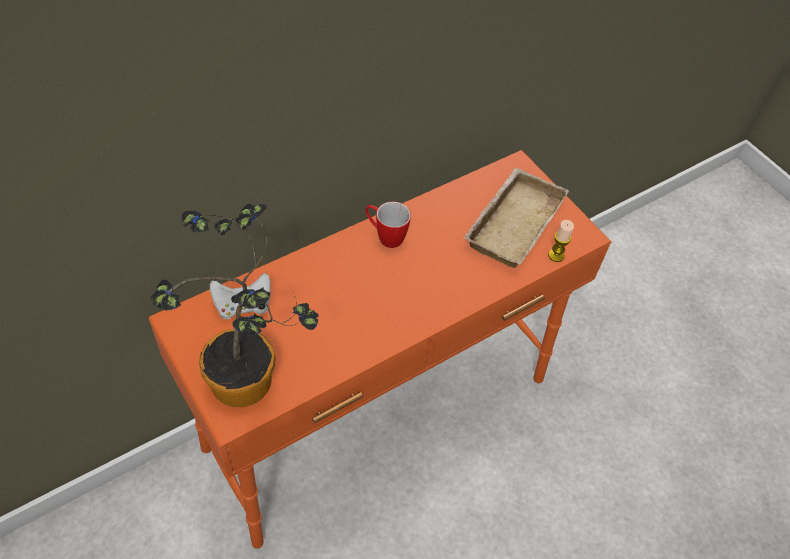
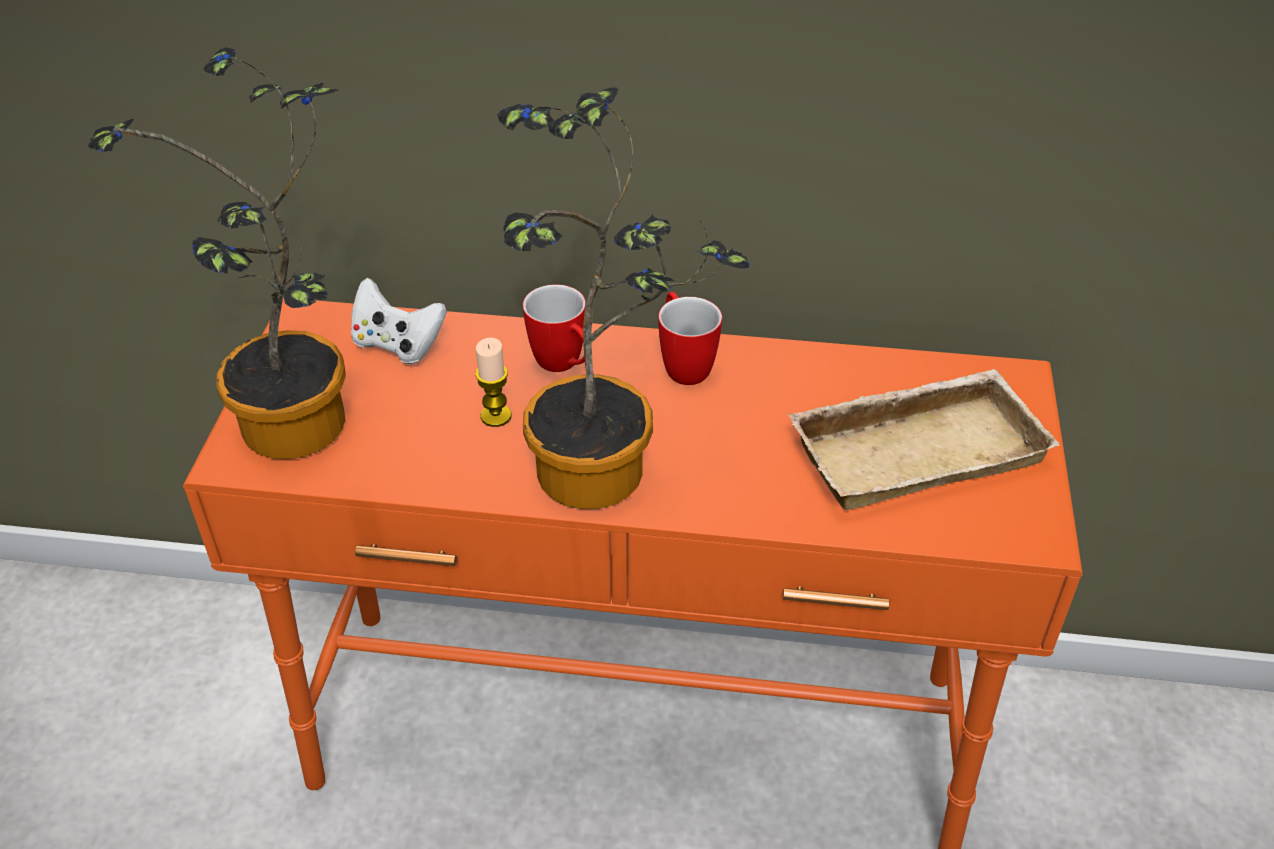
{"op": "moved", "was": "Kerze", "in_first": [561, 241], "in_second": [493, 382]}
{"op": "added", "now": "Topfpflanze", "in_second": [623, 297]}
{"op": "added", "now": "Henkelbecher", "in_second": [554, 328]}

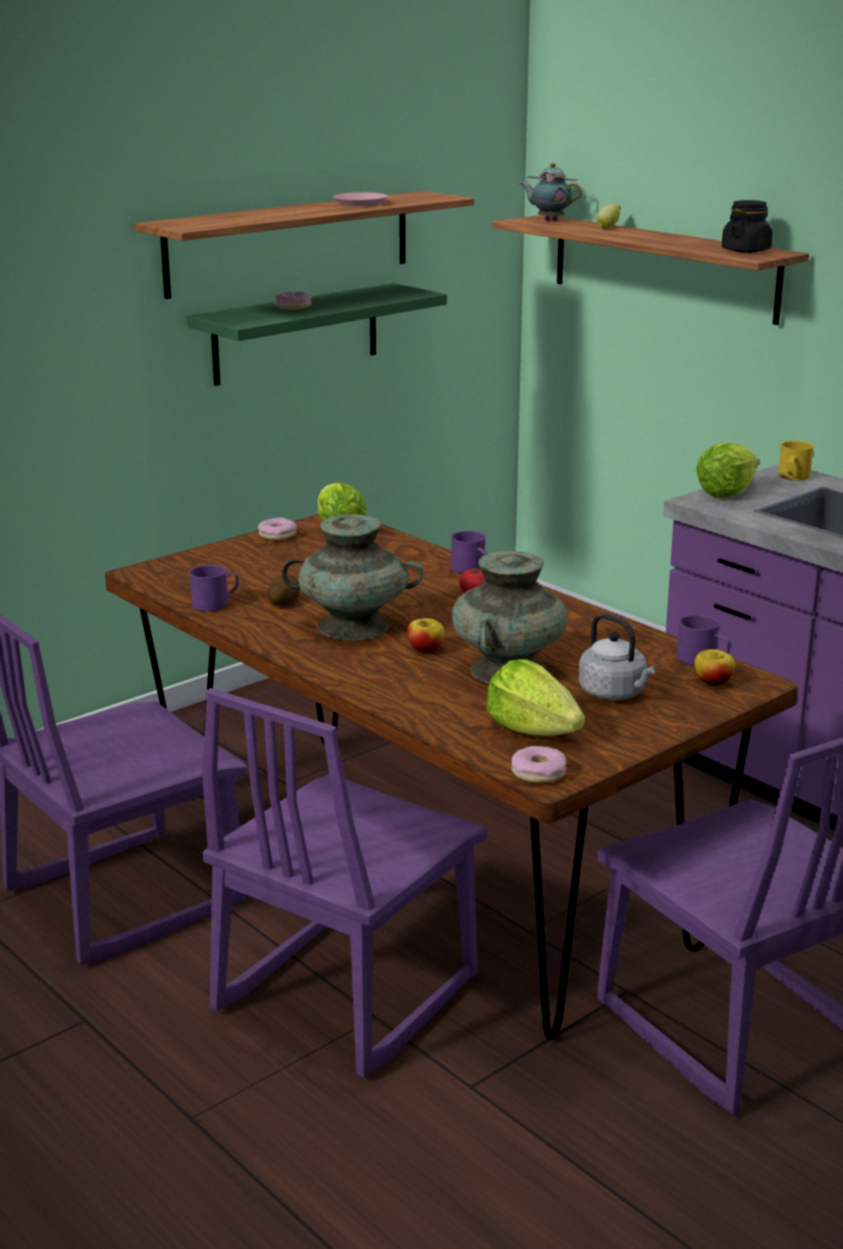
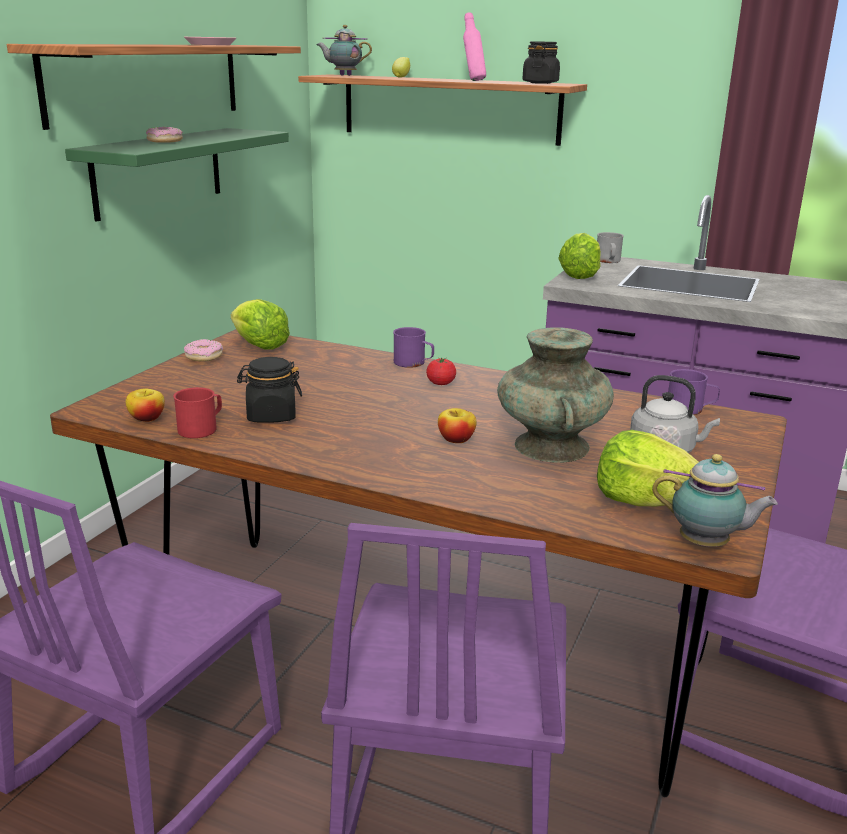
{"op": "moved", "was": "Apfel", "in_first": [714, 667], "in_second": [145, 405]}
{"op": "recoloured", "was": "Henkelbecher [lila]", "now": "Henkelbecher [rot]", "in_first": [213, 588], "in_second": [197, 412]}
{"op": "replaced", "was": "Kartoffel", "now": "Vorratsglas [schwarz]", "in_first": [283, 590], "in_second": [269, 390]}
{"op": "added", "now": "Flasche [rosa]", "in_second": [474, 47]}
{"op": "recoloured", "was": "Henkelbecher [gelb]", "now": "Henkelbecher [grau]", "in_first": [796, 460], "in_second": [610, 247]}
{"op": "replaced", "was": "Donut", "now": "Teekanne", "in_first": [539, 765], "in_second": [715, 500]}
{"op": "removed", "was": "Vase [türkis]", "in_first": [353, 577]}

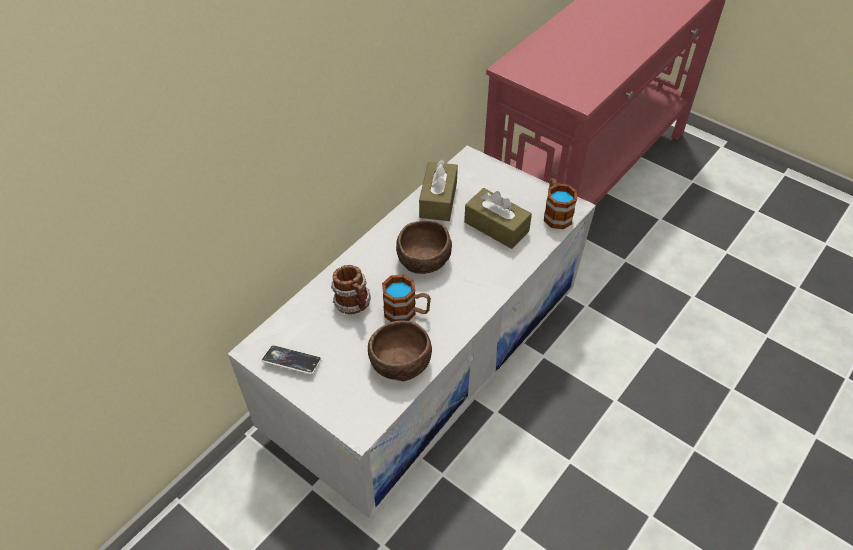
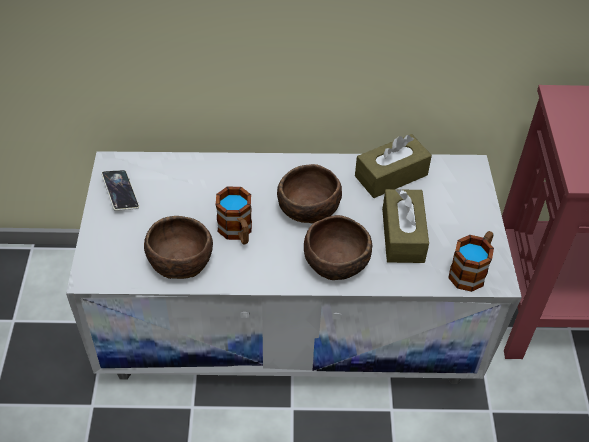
{"op": "added", "now": "Schüssel [braun]", "in_second": [338, 247]}
{"op": "removed", "was": "Henkelbecher", "in_first": [351, 289]}

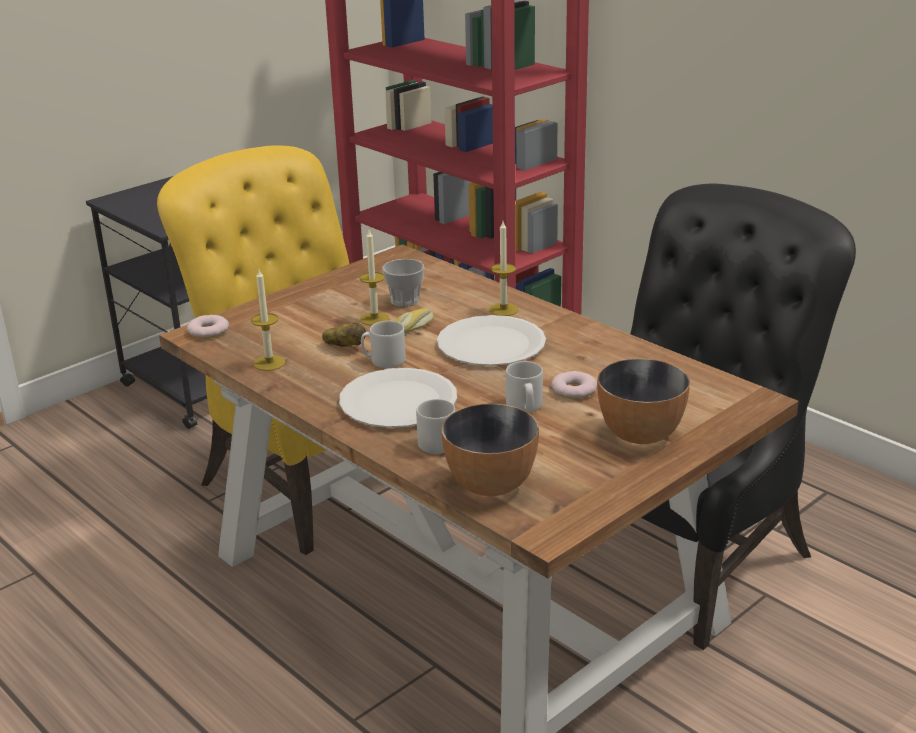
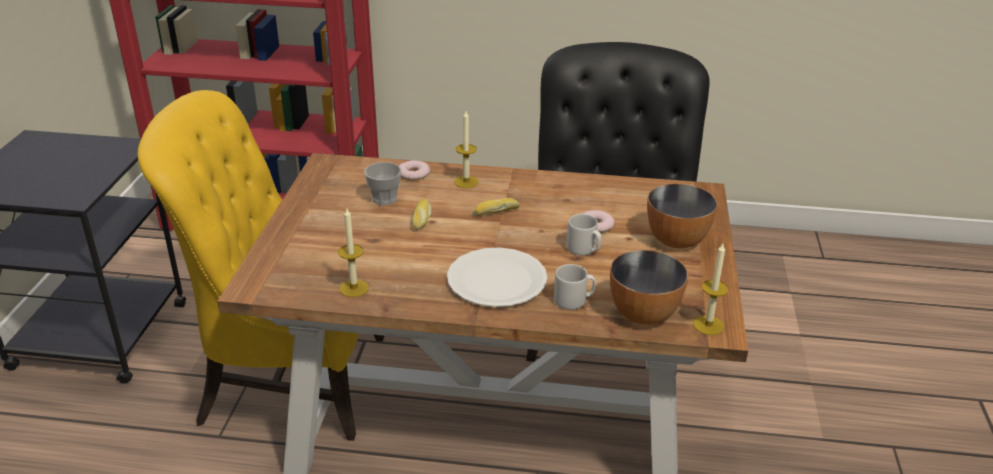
{"op": "moved", "was": "Donut", "in_first": [208, 326], "in_second": [414, 170]}
{"op": "replaced", "was": "Teller [weiß]", "now": "Brot", "in_first": [491, 340], "in_second": [496, 207]}
{"op": "moved", "was": "Kerze", "in_first": [374, 278], "in_second": [711, 289]}
{"op": "removed", "was": "Kartoffel", "in_first": [344, 334]}
{"op": "removed", "was": "Henkelbecher [grau]", "in_first": [383, 344]}

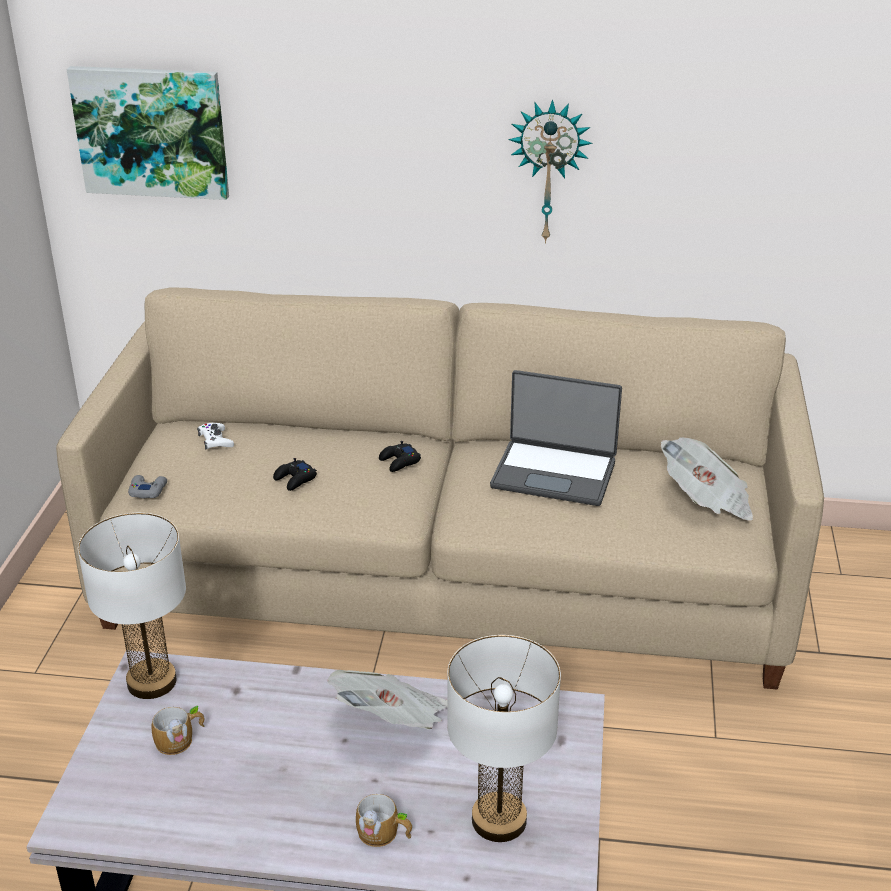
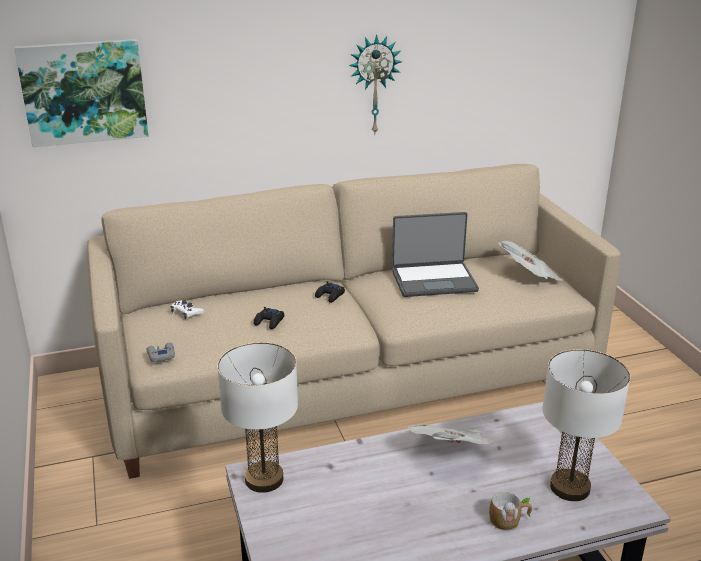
{"op": "removed", "was": "Henkelbecher", "in_first": [178, 730]}

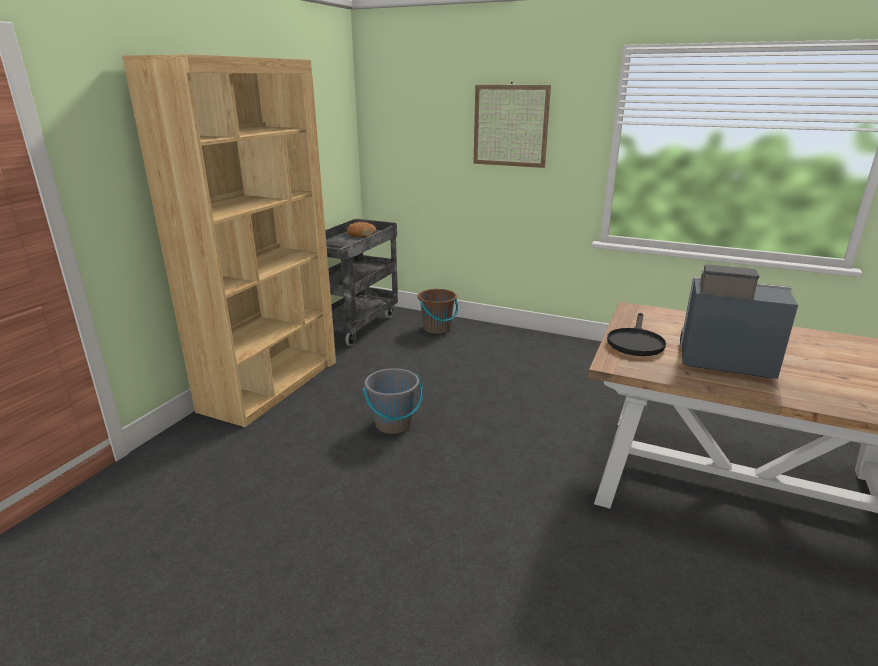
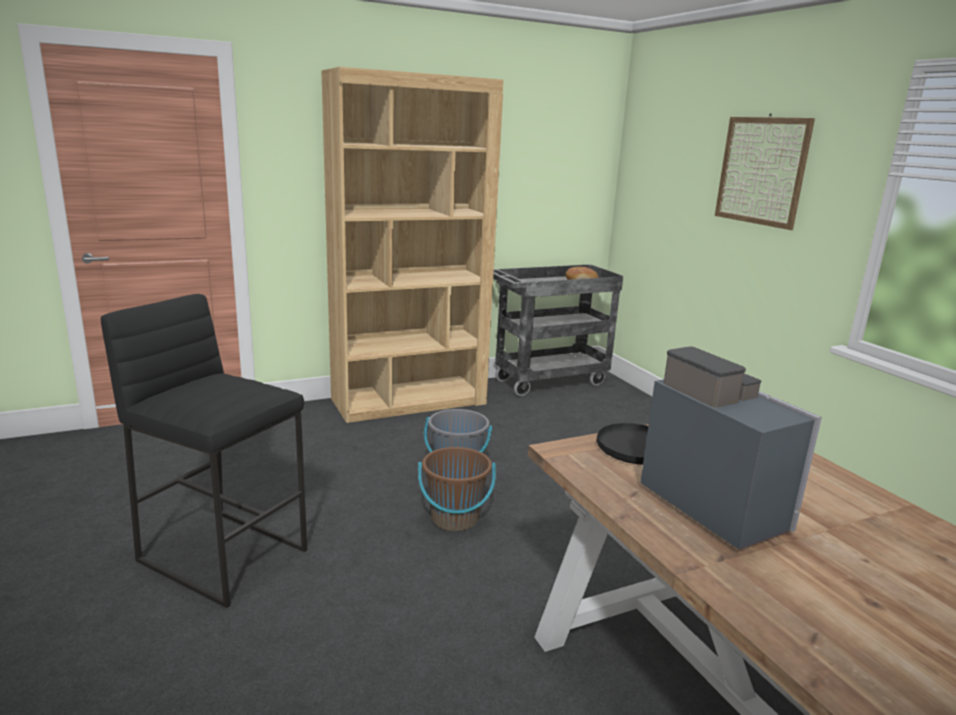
{"op": "added", "now": "Hocker [schwarz]", "in_second": [204, 451]}
{"op": "moved", "was": "Eimer [braun]", "in_first": [438, 311], "in_second": [457, 489]}

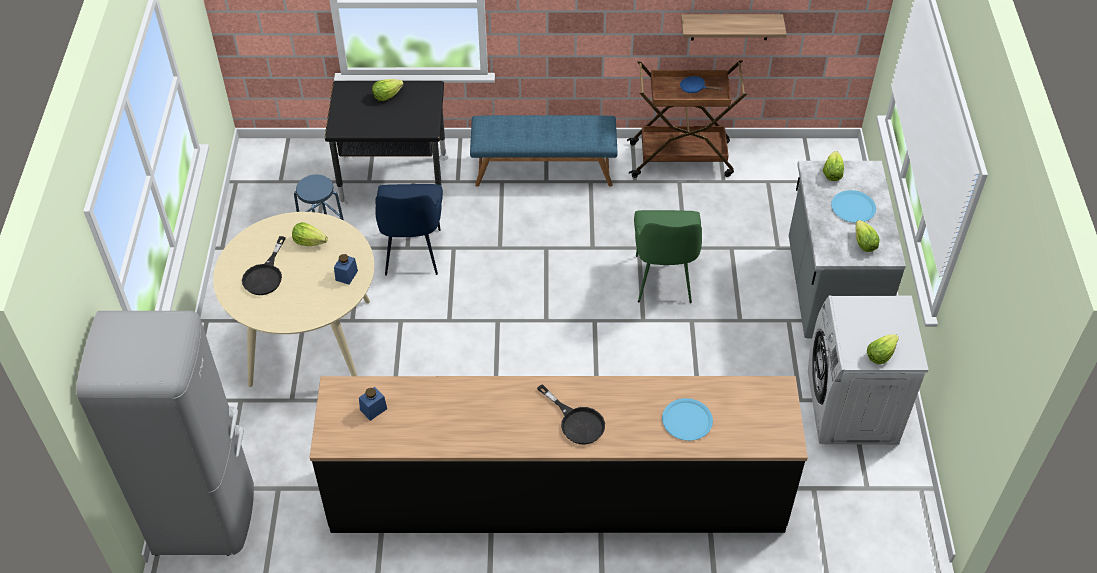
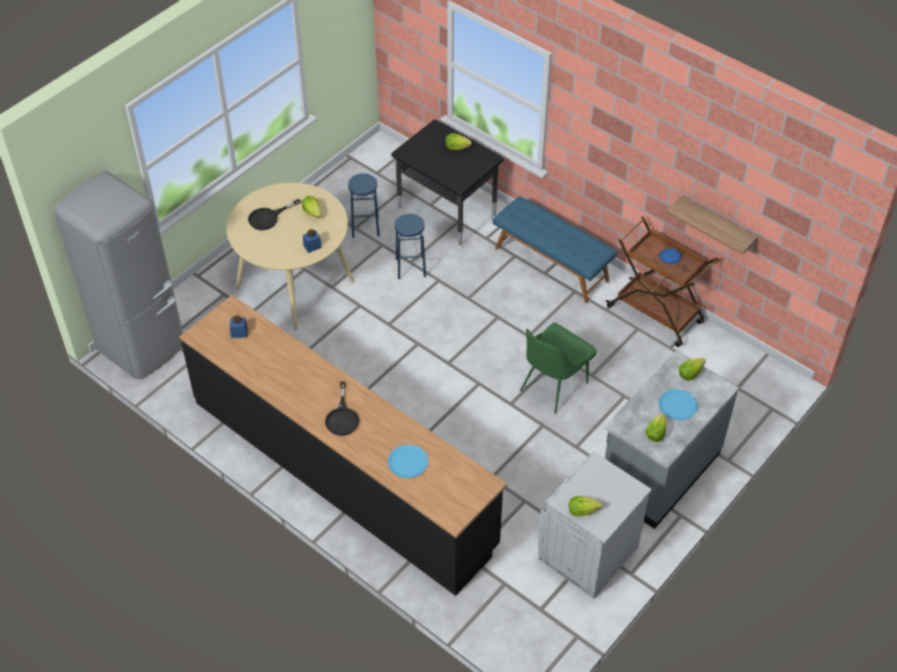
{"op": "replaced", "was": "Stuhl [blau]", "now": "Hocker [blau]", "in_first": [409, 230], "in_second": [410, 246]}

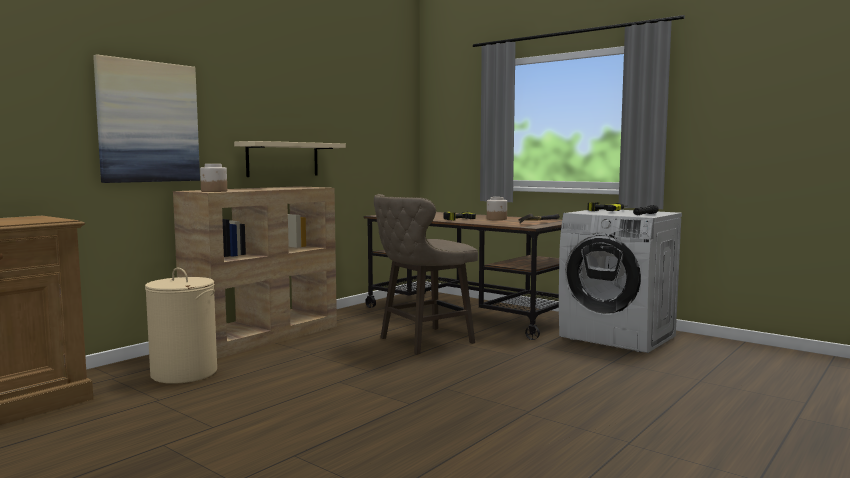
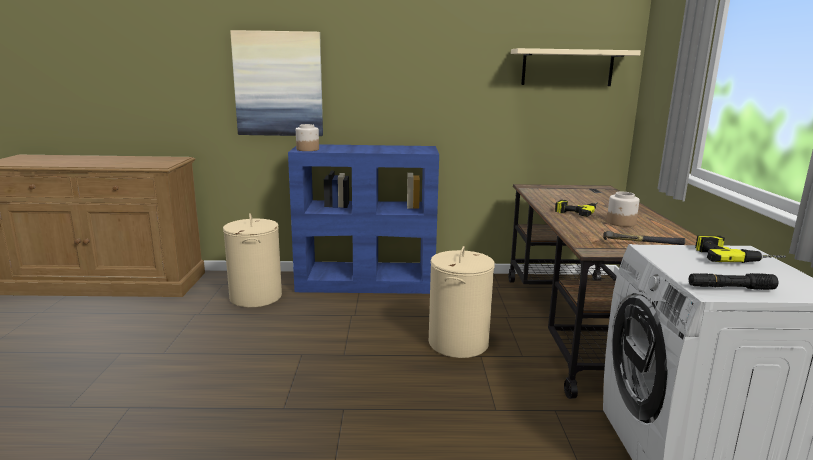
{"op": "recoloured", "was": "Bücherregal [braun]", "now": "Bücherregal [blau]", "in_first": [255, 272], "in_second": [363, 219]}
{"op": "replaced", "was": "Hocker [beige]", "now": "Wäschekorb [beige]", "in_first": [426, 274], "in_second": [462, 302]}
{"op": "moved", "was": "Wandregal [beige]", "in_first": [290, 159], "in_second": [576, 67]}

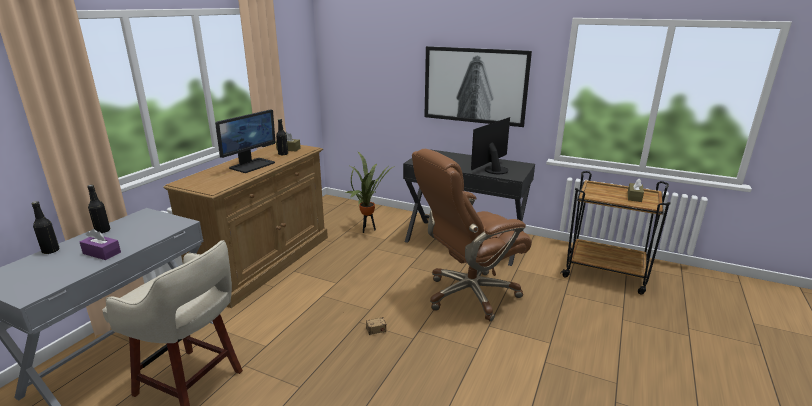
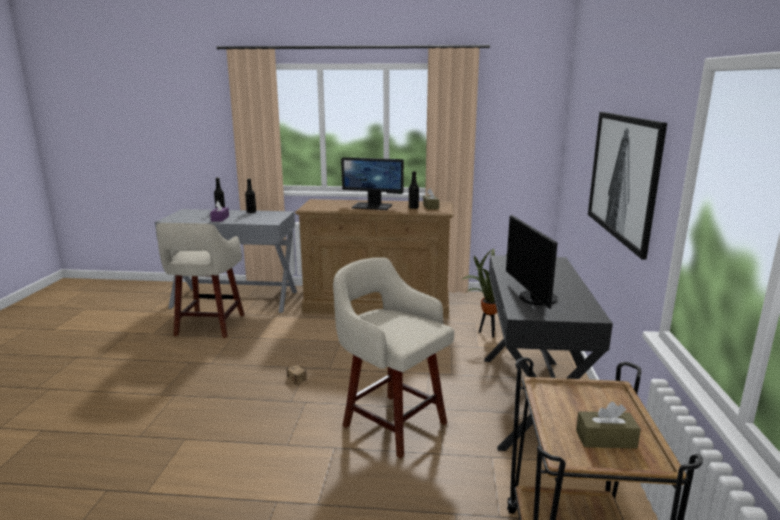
{"op": "replaced", "was": "Bürostuhl [braun]", "now": "Hocker [beige]", "in_first": [472, 235], "in_second": [393, 358]}
{"op": "turned", "was": "Monitor", "in_first": [490, 145], "in_second": [532, 262], "clockwise": -120}

